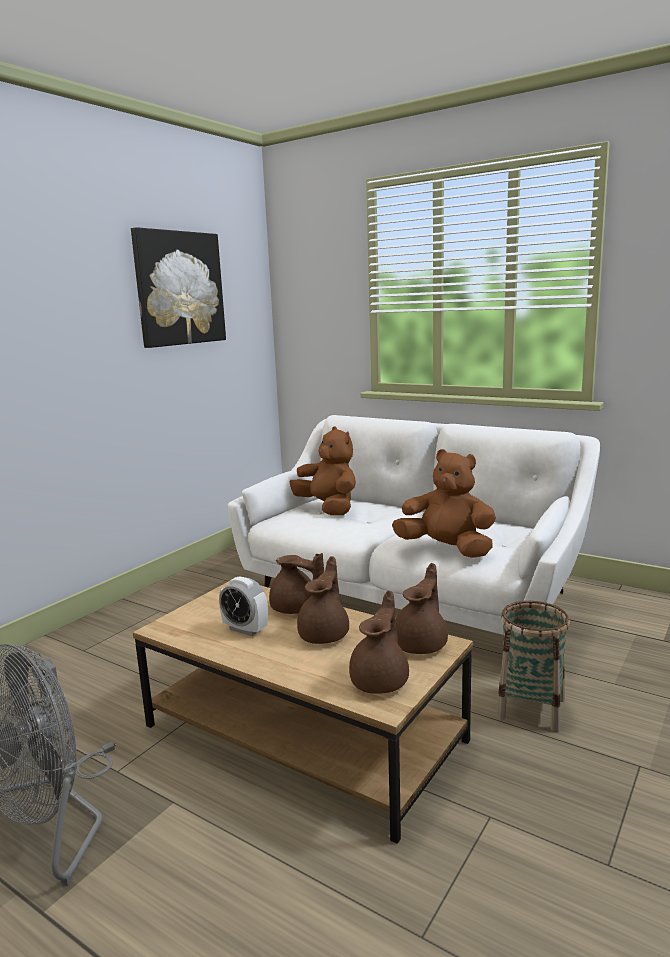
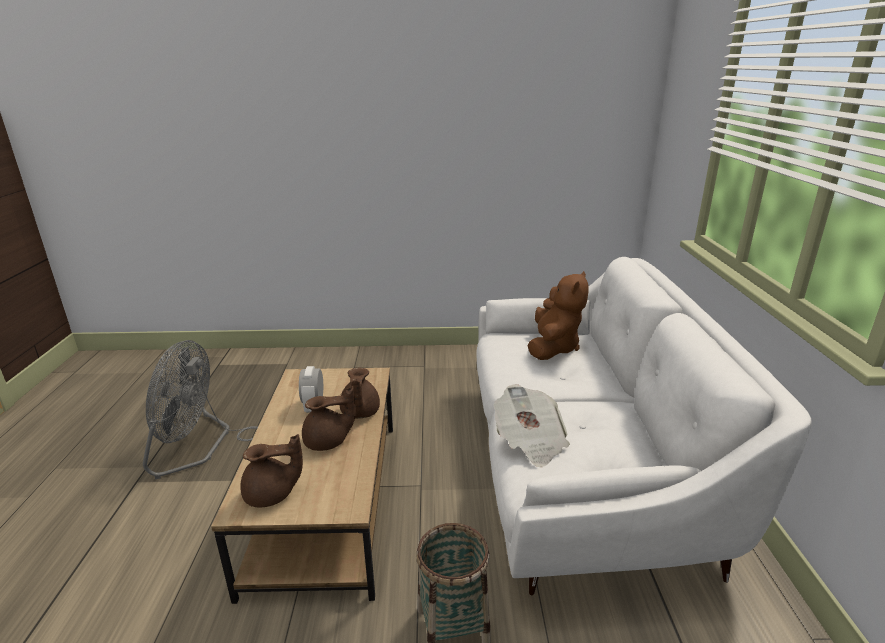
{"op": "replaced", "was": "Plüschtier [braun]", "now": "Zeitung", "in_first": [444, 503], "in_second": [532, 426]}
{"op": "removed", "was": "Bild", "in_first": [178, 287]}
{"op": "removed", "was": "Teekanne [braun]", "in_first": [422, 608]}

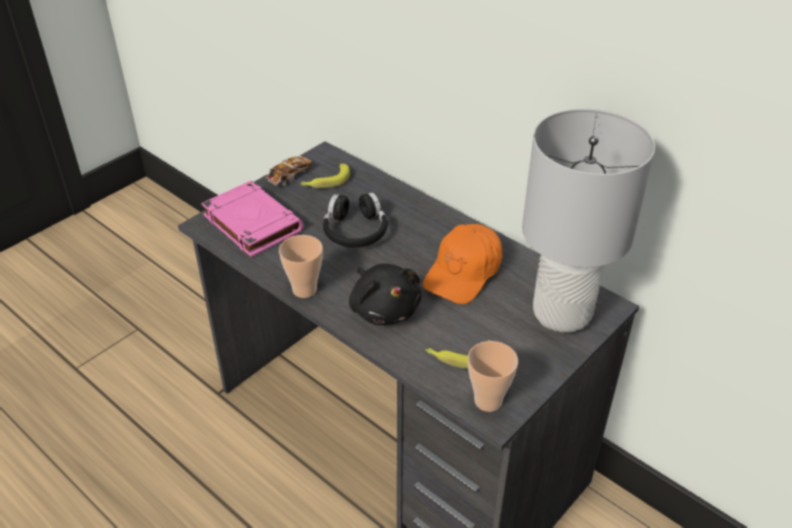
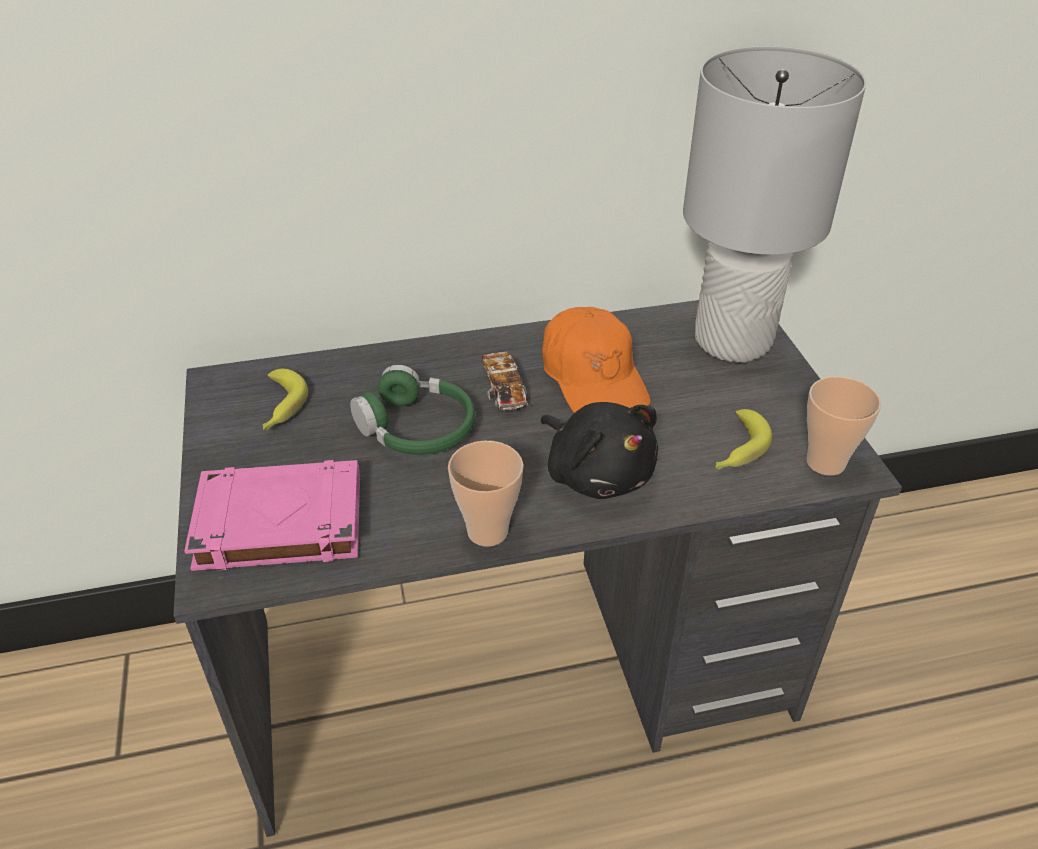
{"op": "recoloured", "was": "Kopfhörer [schwarz]", "now": "Kopfhörer [grün]", "in_first": [355, 219], "in_second": [412, 410]}
{"op": "moved", "was": "Spielzeugauto", "in_first": [288, 171], "in_second": [505, 381]}
{"op": "turned", "was": "Plüschtier [schwarz]", "in_first": [385, 294], "in_second": [599, 450], "clockwise": 45}

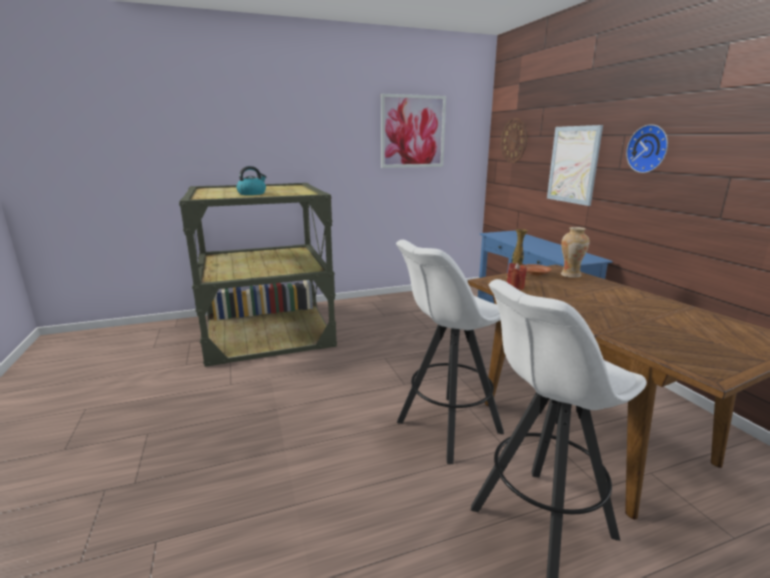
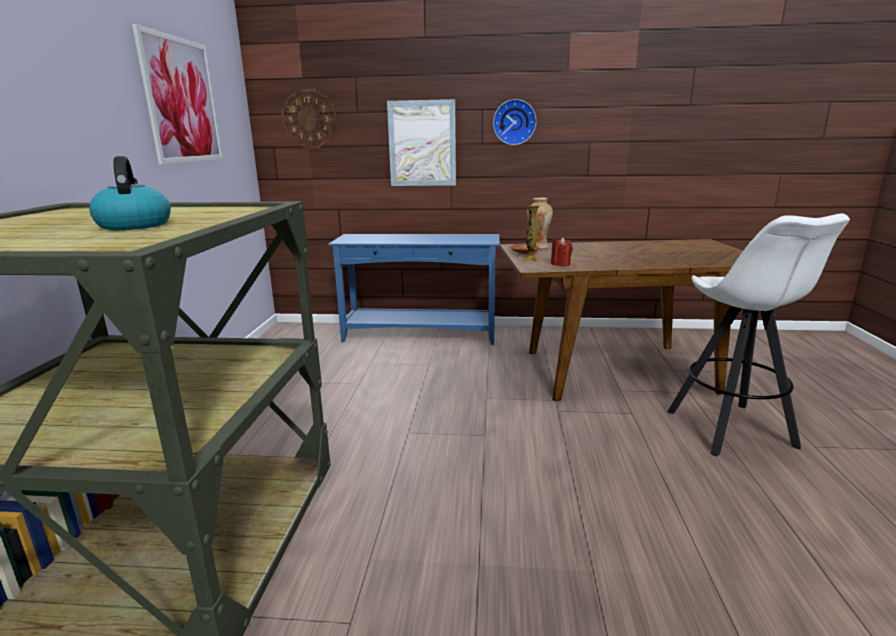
{"op": "removed", "was": "Hocker [weiß]", "in_first": [450, 351]}

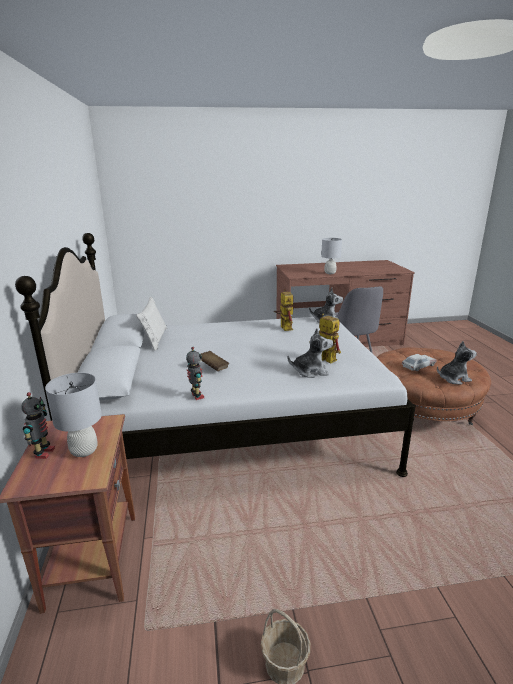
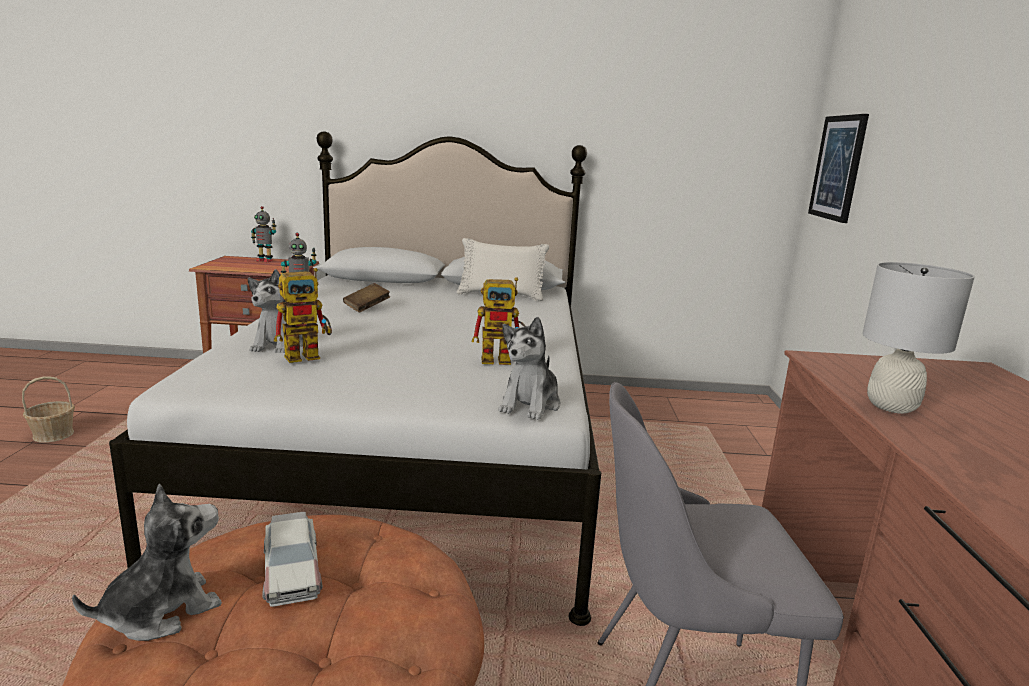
{"op": "turned", "was": "Plüschtier", "in_first": [457, 363], "in_second": [147, 562], "clockwise": -135}
{"op": "added", "now": "Bild", "in_second": [838, 168]}
{"op": "removed", "was": "Tischlampe [grau]", "in_first": [73, 415]}

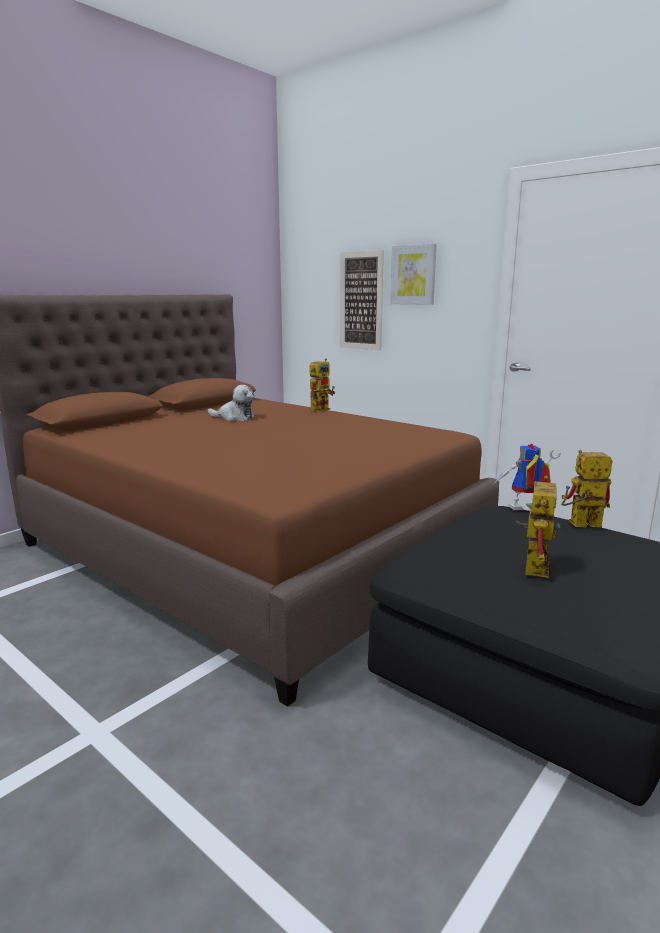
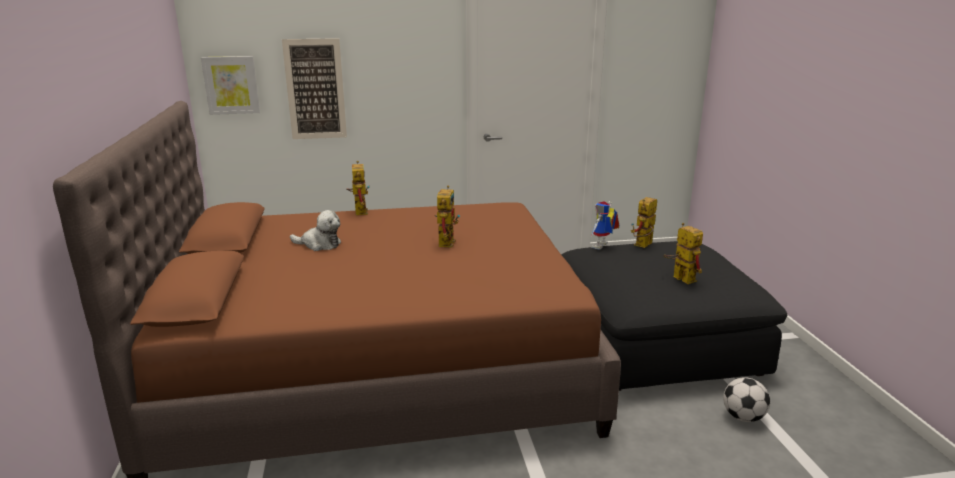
{"op": "moved", "was": "Bild", "in_first": [413, 274], "in_second": [230, 85]}
{"op": "turned", "was": "Plüschtier", "in_first": [231, 403], "in_second": [315, 230], "clockwise": 45}
{"op": "added", "now": "Spielzeugroboter", "in_second": [447, 216]}
{"op": "added", "now": "Fußball", "in_second": [746, 399]}

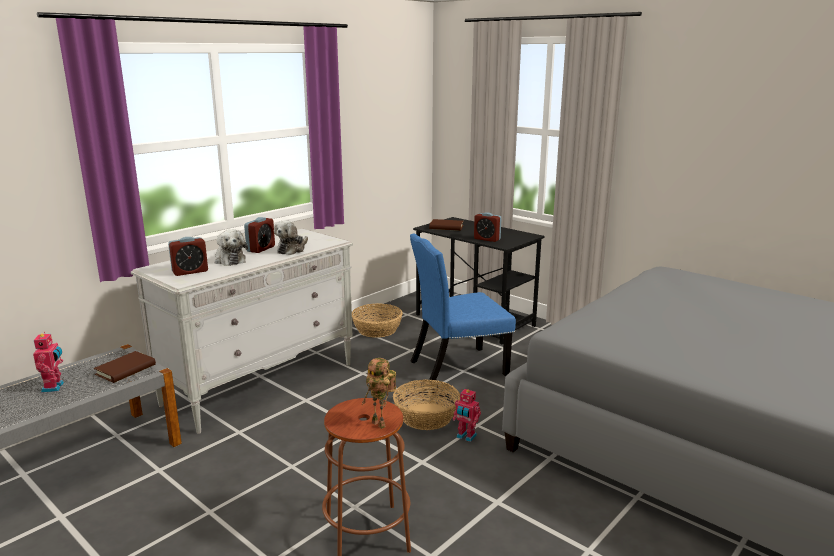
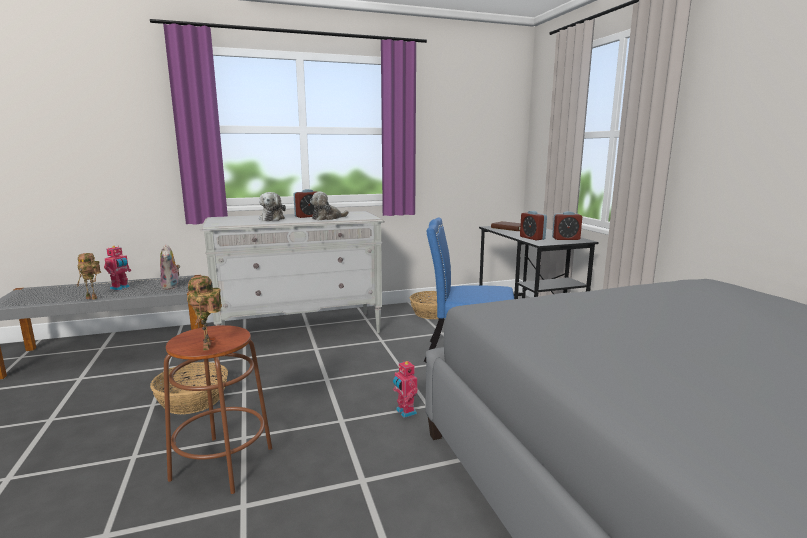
{"op": "added", "now": "Spielzeugroboter", "in_second": [88, 276]}
{"op": "moved", "was": "Korb", "in_first": [426, 405], "in_second": [189, 388]}
{"op": "replaced", "was": "Buch [braun]", "now": "Plüschtier", "in_first": [125, 367], "in_second": [170, 267]}
{"op": "moved", "was": "Wecker", "in_first": [188, 256], "in_second": [567, 225]}

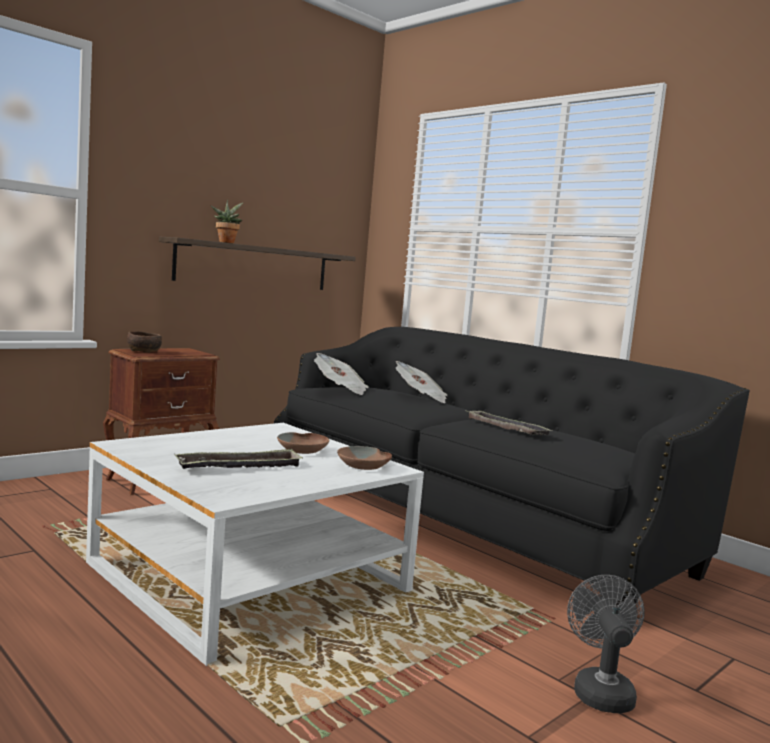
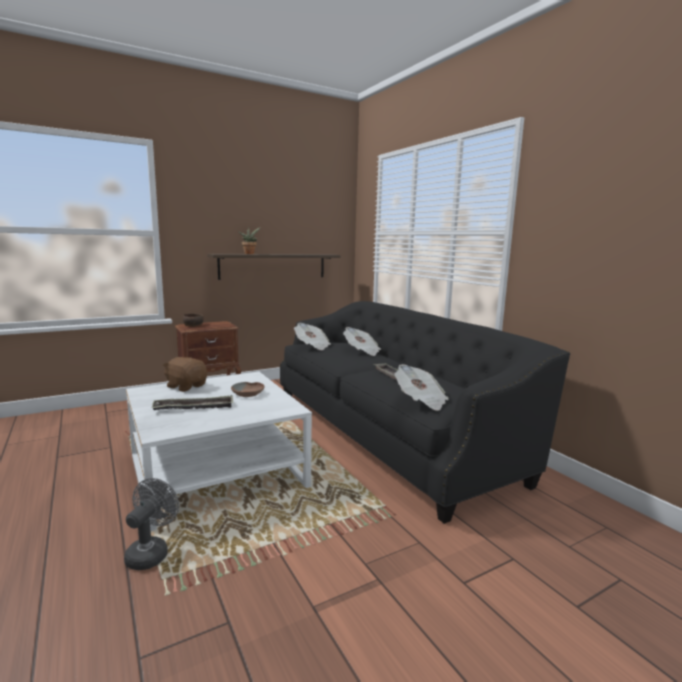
{"op": "moved", "was": "Ventilator [grau]", "in_first": [606, 644], "in_second": [151, 524]}
{"op": "added", "now": "Plüschtier [braun]", "in_second": [185, 374]}
{"op": "added", "now": "Zeitung", "in_second": [421, 387]}
{"op": "removed", "was": "Schüssel [braun]", "in_first": [364, 458]}

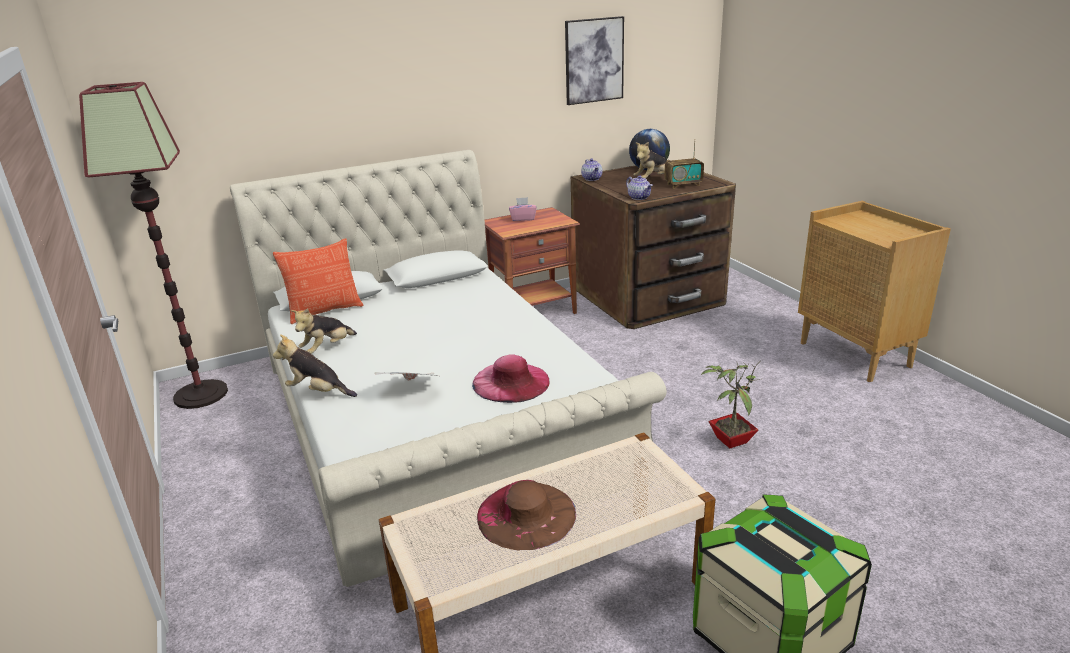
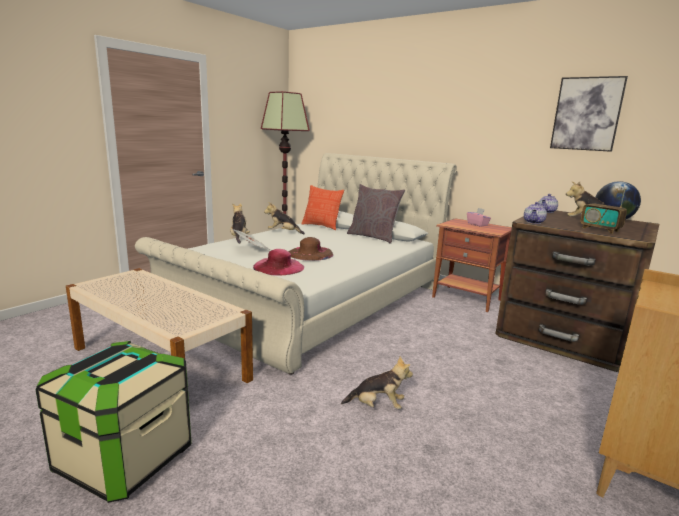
{"op": "moved", "was": "Hut [braun]", "in_first": [526, 515], "in_second": [311, 249]}
{"op": "replaced", "was": "Topfpflanze", "now": "Plüschtier", "in_first": [731, 404], "in_second": [377, 382]}
{"op": "added", "now": "Kissen [grau]", "in_second": [376, 214]}

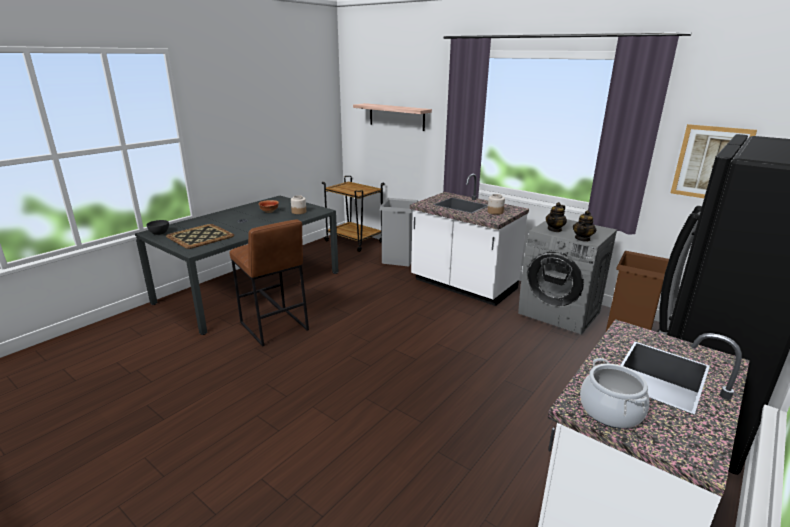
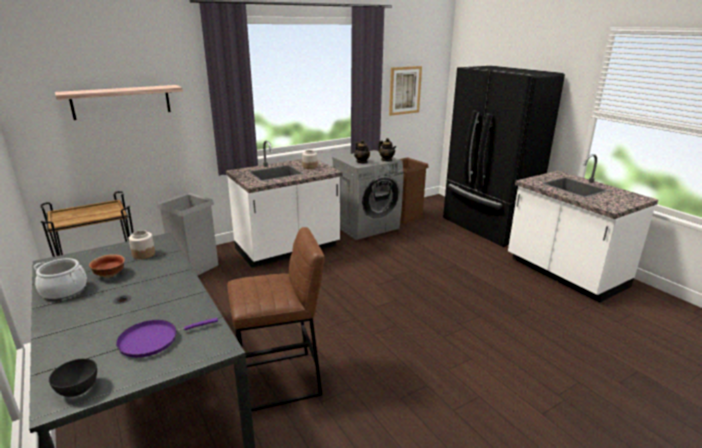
{"op": "moved", "was": "Kochtopf", "in_first": [615, 393], "in_second": [60, 279]}
{"op": "replaced", "was": "Tablett", "now": "Pfanne [lila]", "in_first": [200, 236], "in_second": [167, 338]}

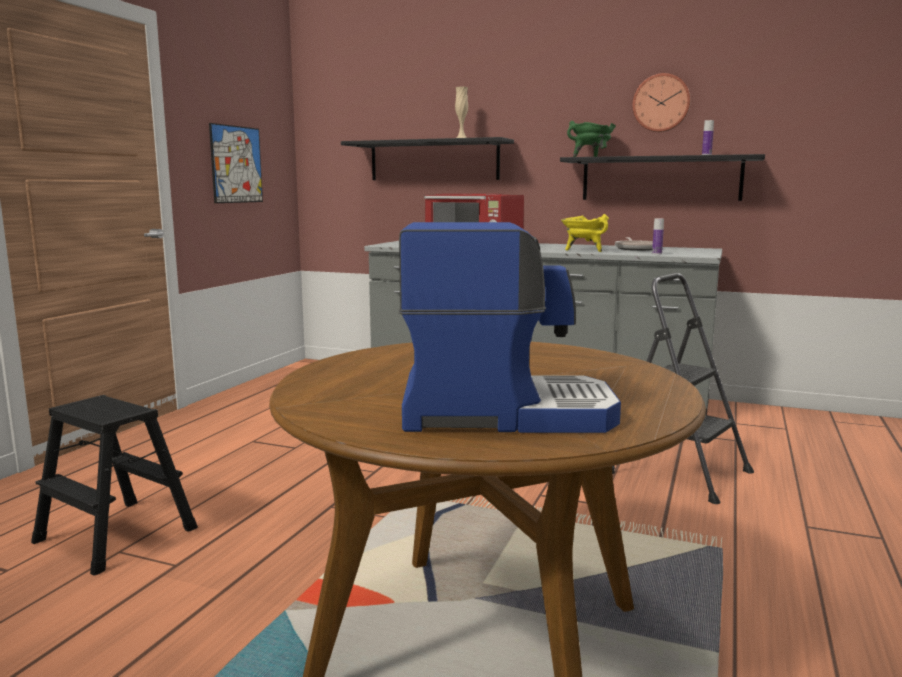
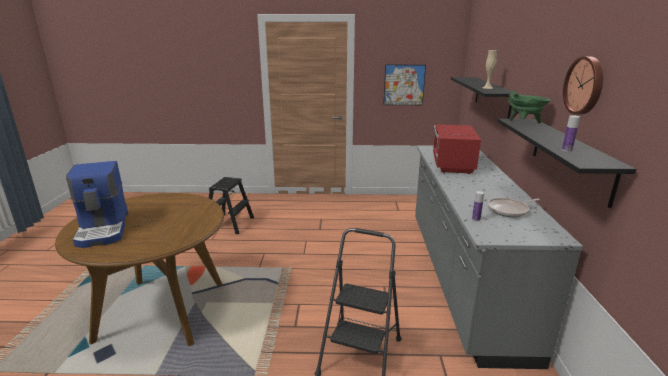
{"op": "removed", "was": "Kochtopf [gelb]", "in_first": [585, 233]}

